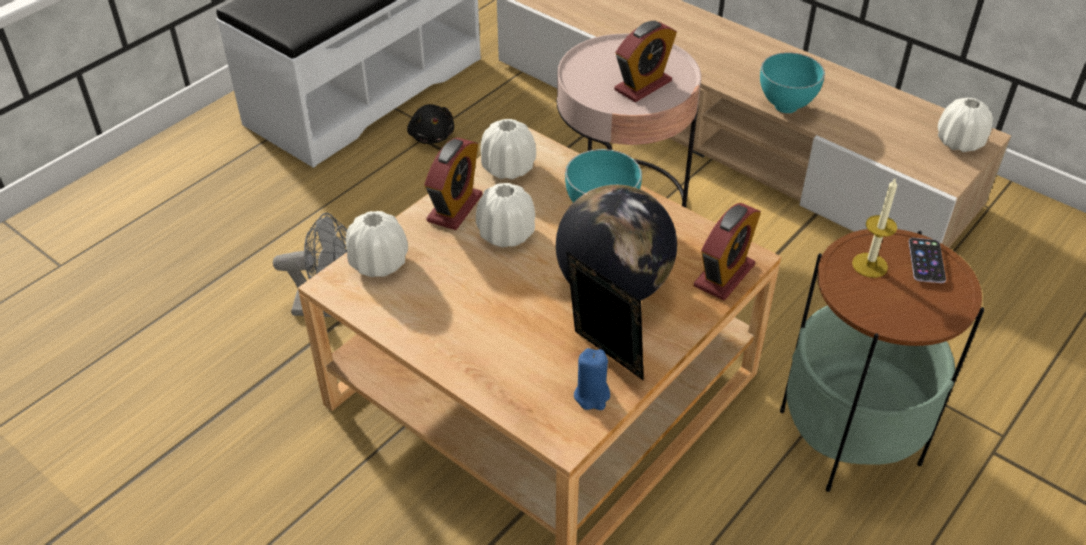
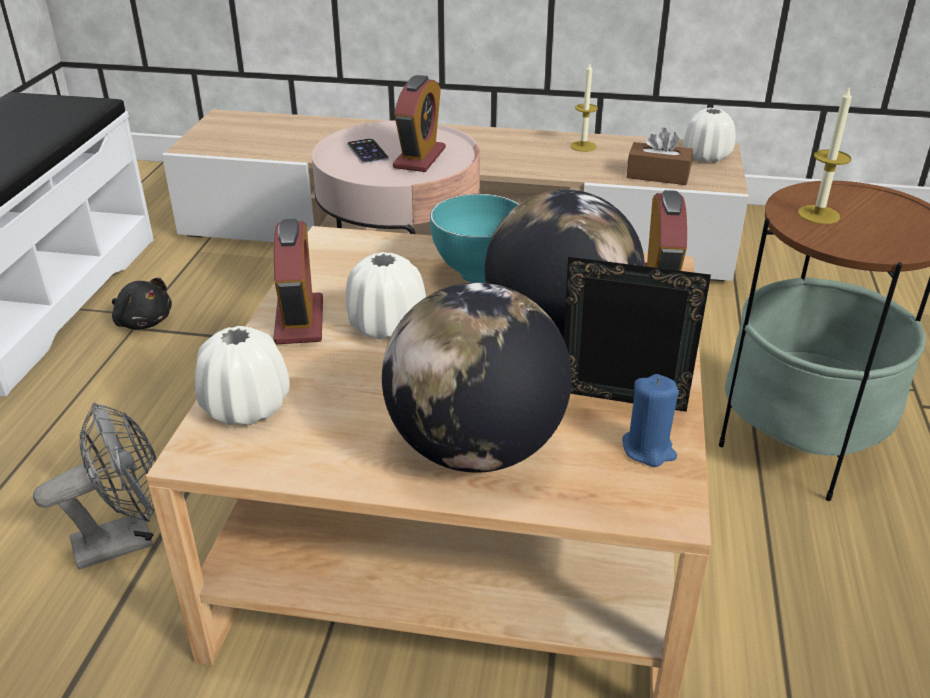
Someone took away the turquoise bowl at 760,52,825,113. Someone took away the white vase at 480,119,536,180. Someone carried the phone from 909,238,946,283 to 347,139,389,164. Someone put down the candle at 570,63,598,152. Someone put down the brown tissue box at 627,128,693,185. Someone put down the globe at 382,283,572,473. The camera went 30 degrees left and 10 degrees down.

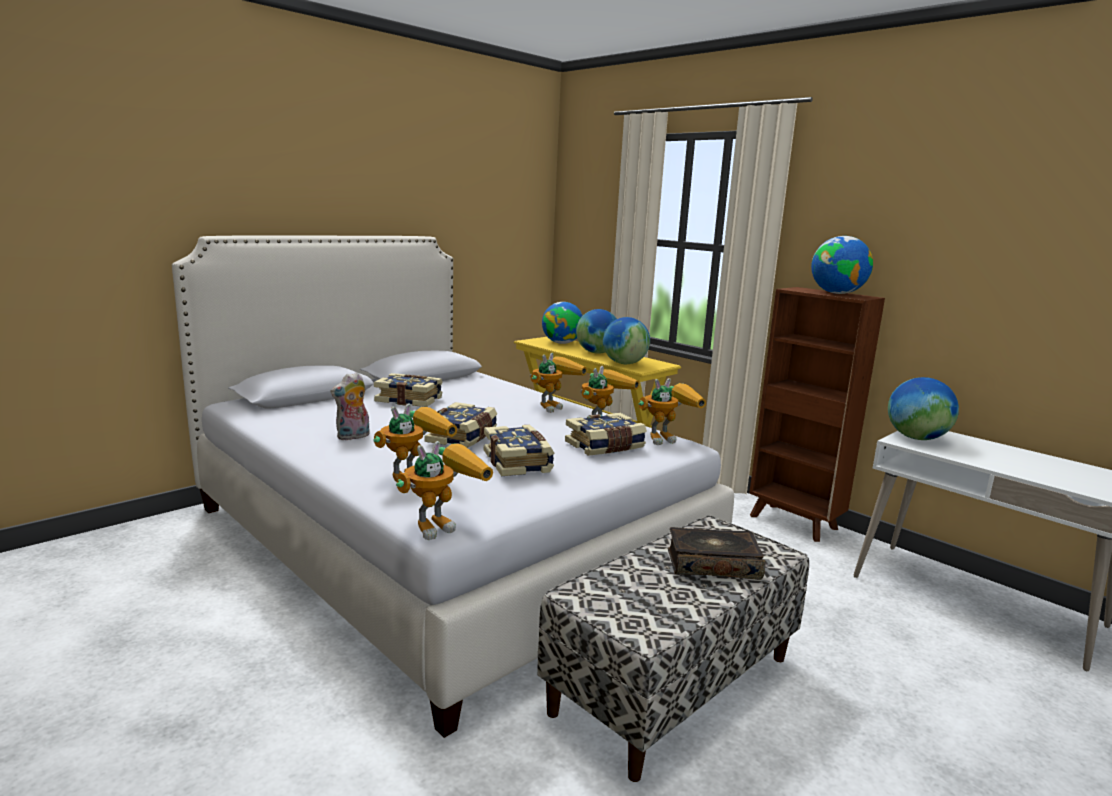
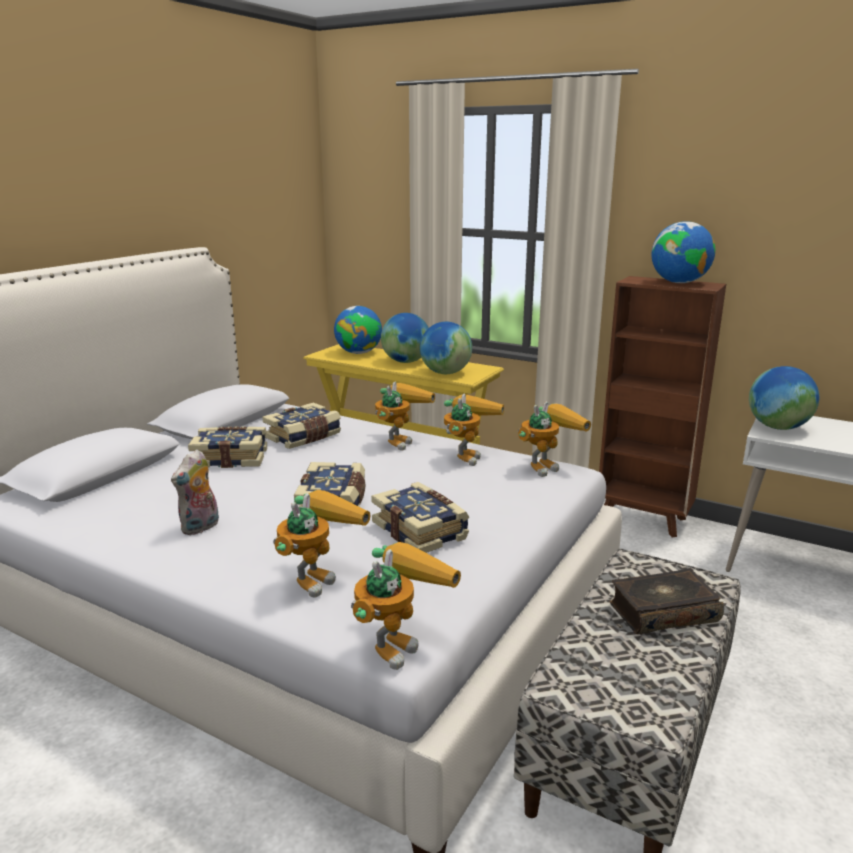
Someone carried the book from 565,413,647,456 to 262,402,341,449. The camera went 15 degrees left and 5 degrees up.

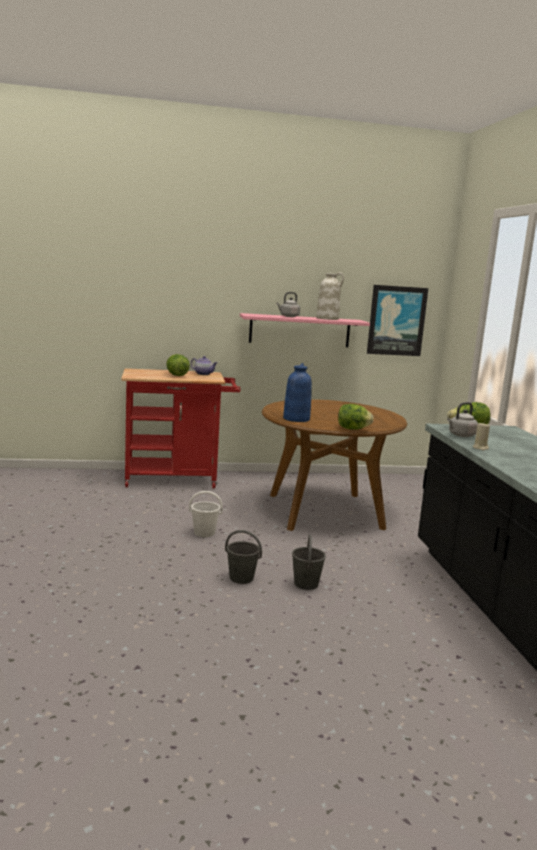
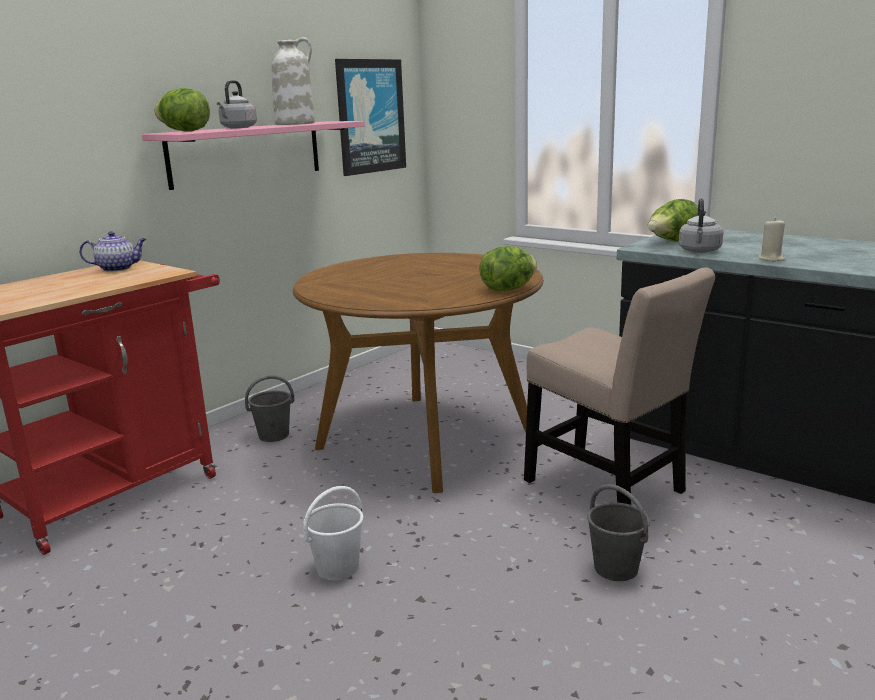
Someone carried the lettuce from 166,354,190,376 to 155,88,210,132. Someone took away the blue vase at 283,363,312,422. Someone carried the grey bucket from 225,530,262,584 to 245,375,294,442. Someone put down the beige chair at 524,267,715,505. The camera went 40 degrees left and 5 degrees up.

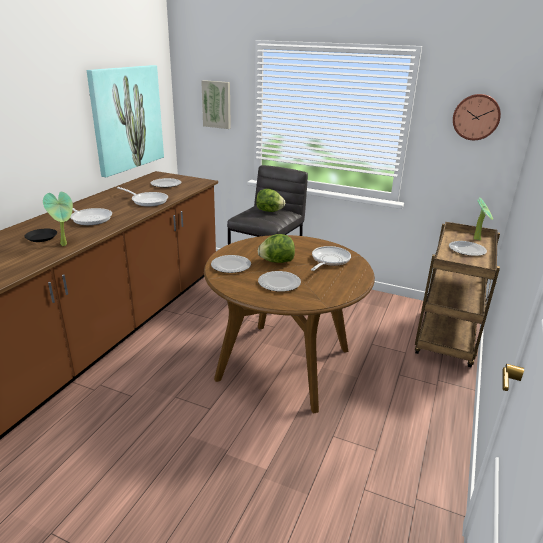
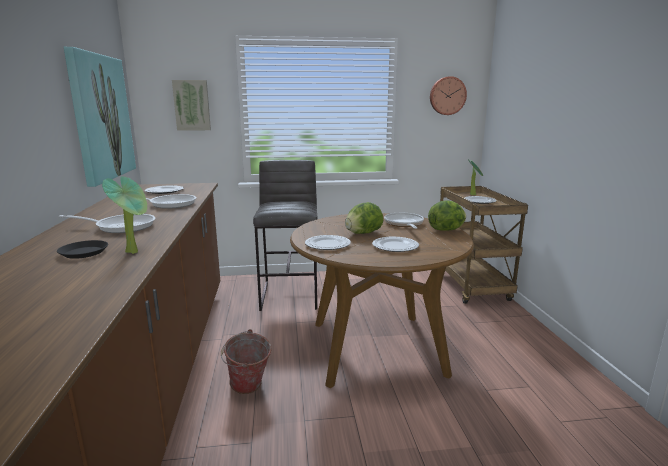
Someone carried the lettuce from 256,189,285,212 to 428,200,466,231. Someone put down the bucket at 221,329,272,394. The camera went 30 degrees left and 10 degrees down.

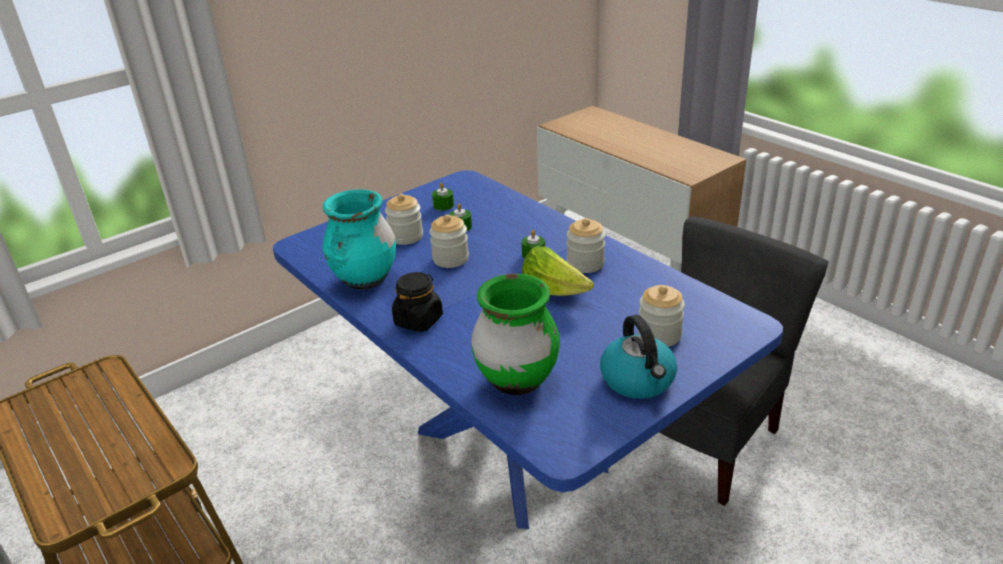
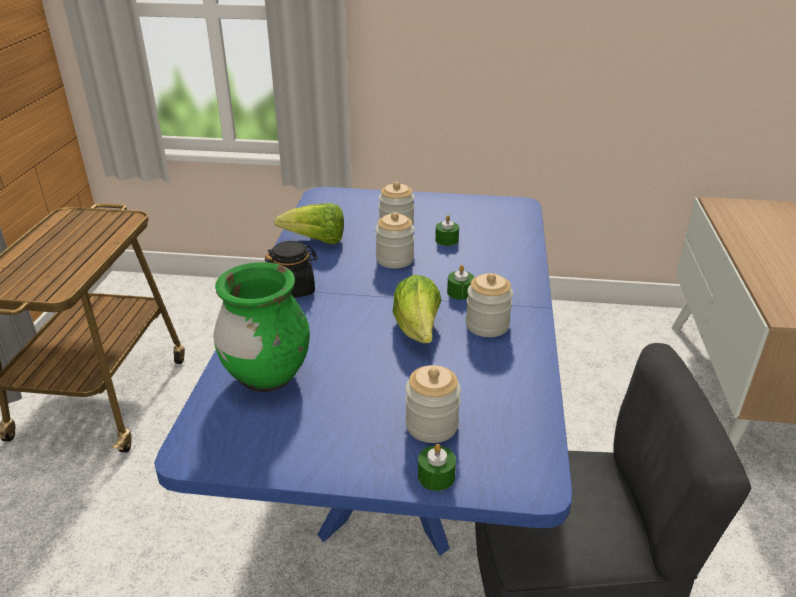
Someone carried the green candle from 432,183,454,211 to 418,444,456,491. Someone swapped the turquoise vase at 322,189,396,290 for the lettuce at 274,203,344,244. Someone took away the kettle at 600,315,677,399. The camera went 45 degrees right and 0 degrees up.

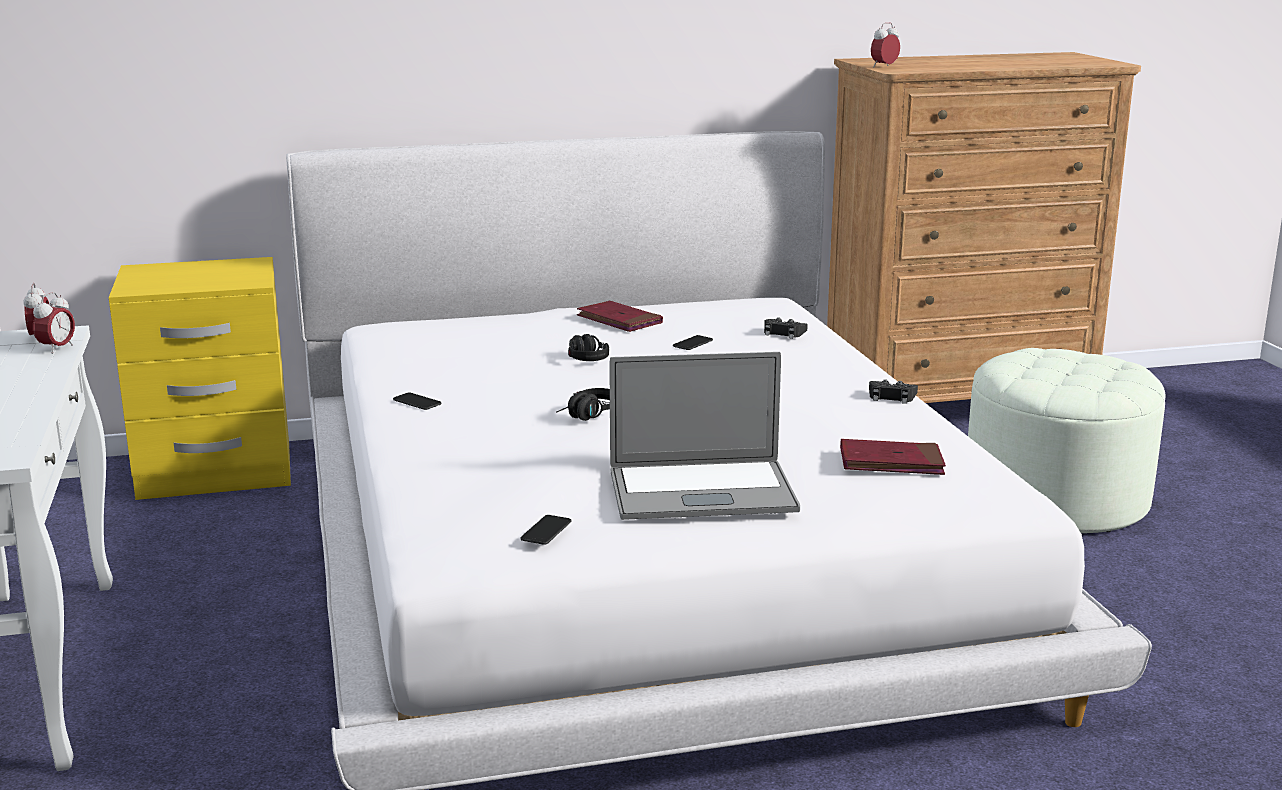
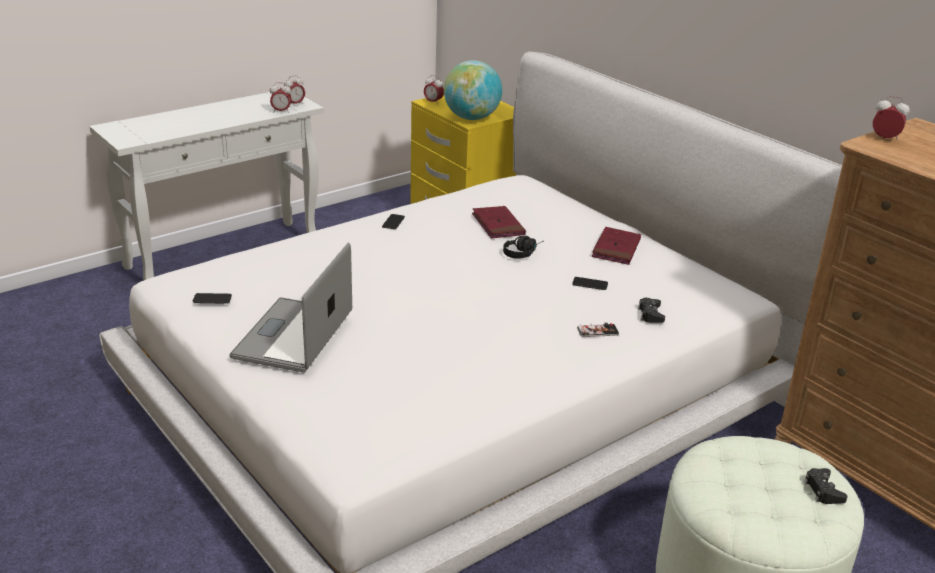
Someone rotated the laptop at 609,352,800,520 by 45 degrees clockwise. Someone carried the black game controller from 869,379,918,404 to 804,468,848,504. Someone took away the black headphones at 556,388,610,421. Someone carried the red book from 840,439,946,475 to 472,206,526,239. Someone put down the globe at 444,60,502,120. Someone put down the alarm clock at 424,75,444,105. Someone put down the phone at 577,323,619,337. The camera went 65 degrees right and 10 degrees up.

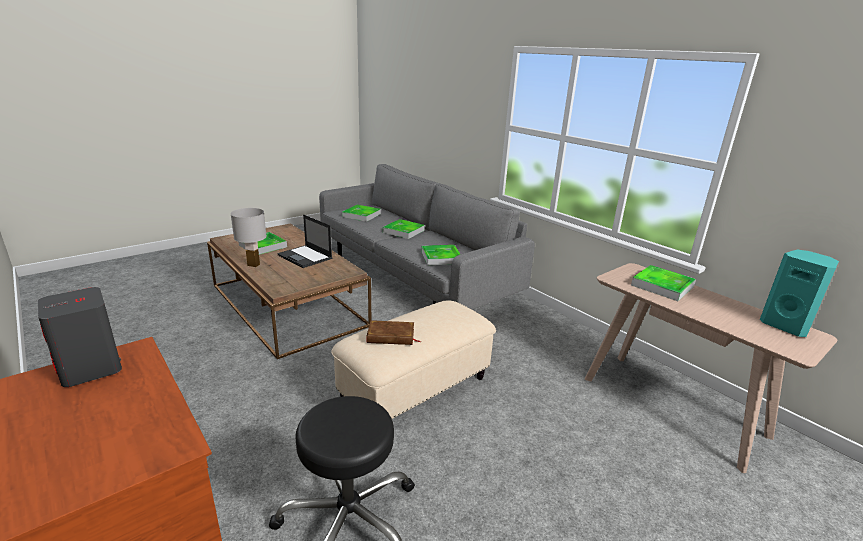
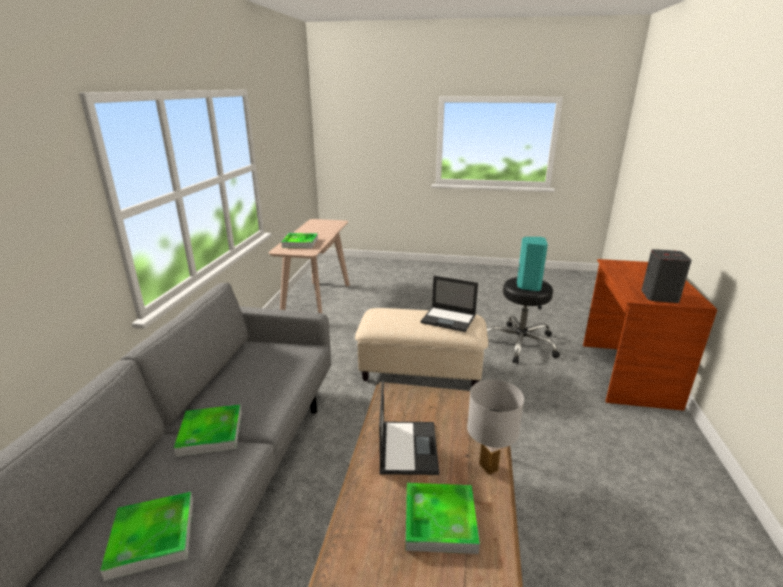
Someone took away the tray at 421,245,461,265. Someone carried the turquoise speaker from 760,250,839,337 to 517,237,548,291. Someone swapped the brown book at 366,320,421,345 for the laptop at 421,276,478,332. The camera went 130 degrees left and 0 degrees up.

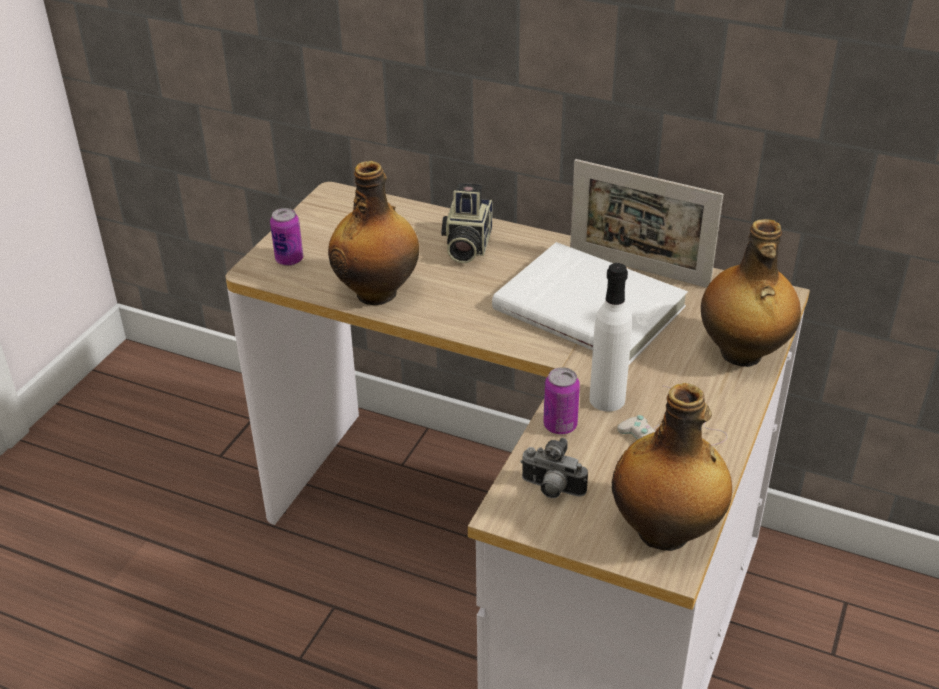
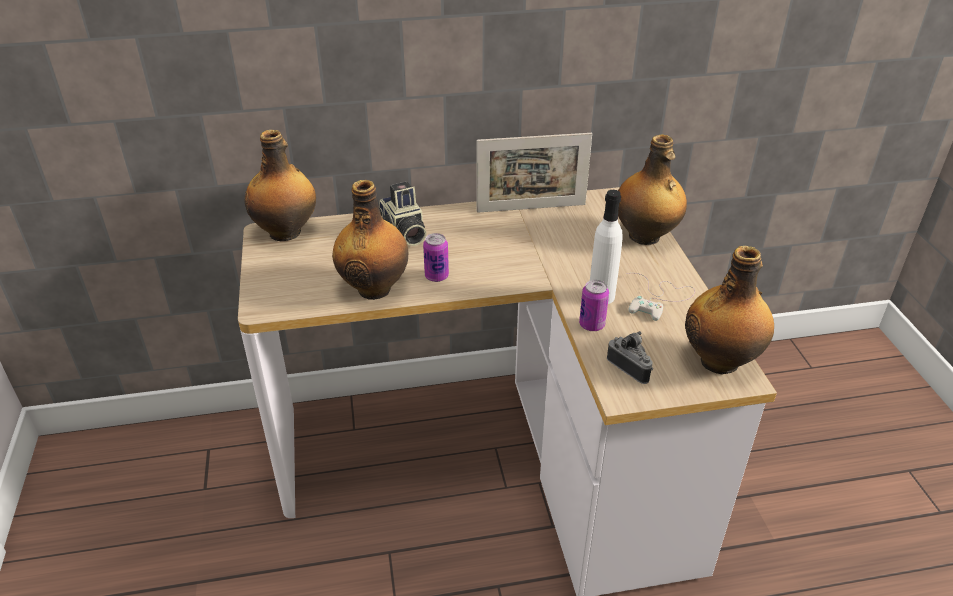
Someone carried the can from 270,208,303,266 to 423,233,449,282. Someone took away the white book at 492,242,688,365. Someone rotated the photo camera at 520,438,588,498 by 120 degrees counterclockwise. Someone put down the bottle at 244,130,316,242. The camera went 35 degrees left and 0 degrees up.

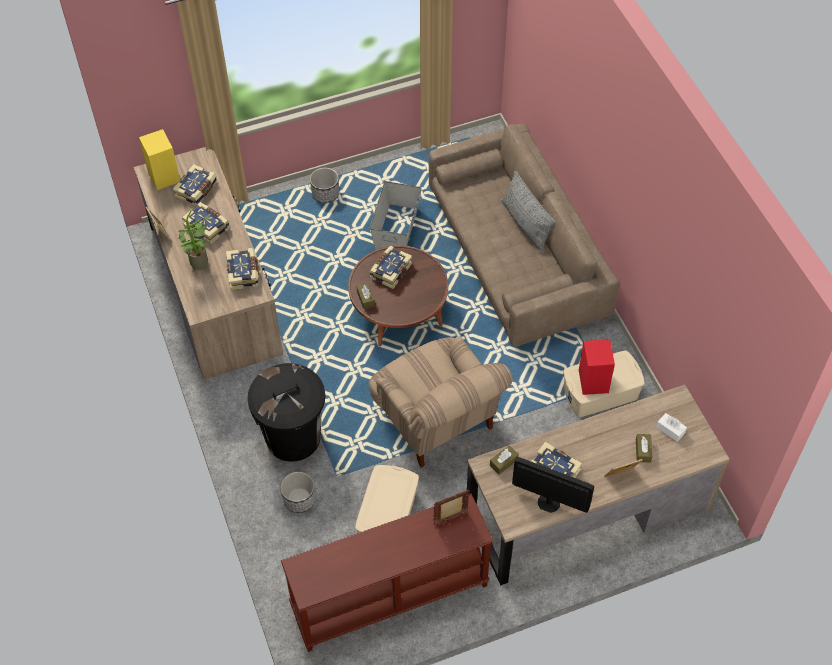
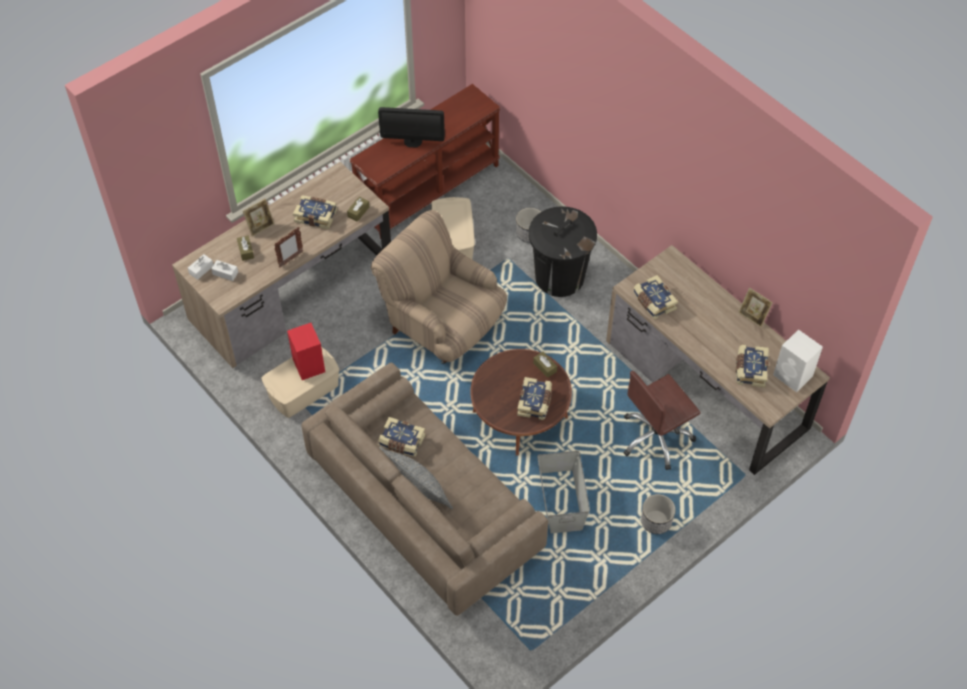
Someone repainted the yellow speaker at 139,129,180,190, which became the white speaker at 773,329,823,392. Someone carried the book from 182,202,230,245 to 378,417,426,457. Someone took away the potted plant at 178,211,210,270. Someone carried the monitor from 512,457,594,513 to 378,107,445,148. Someone carried the picture frame from 434,490,470,525 to 274,227,303,268. Someone put down the white tissue box at 188,254,213,280. Someone put down the brown office chair at 623,371,701,470. The camera went 160 degrees right and 0 degrees up.

